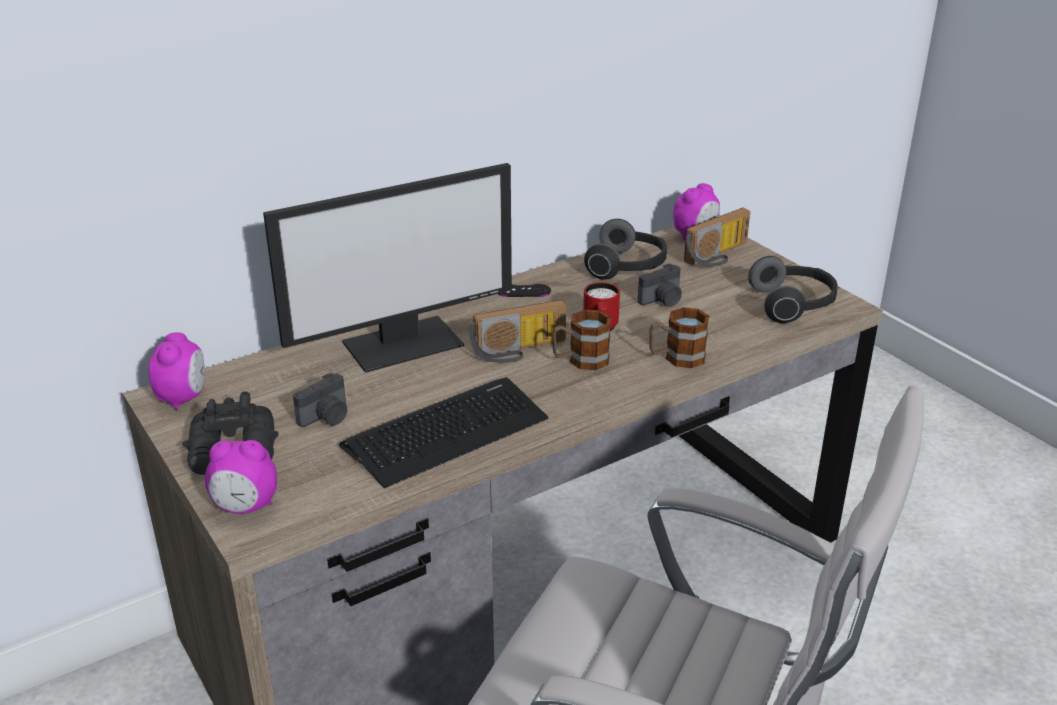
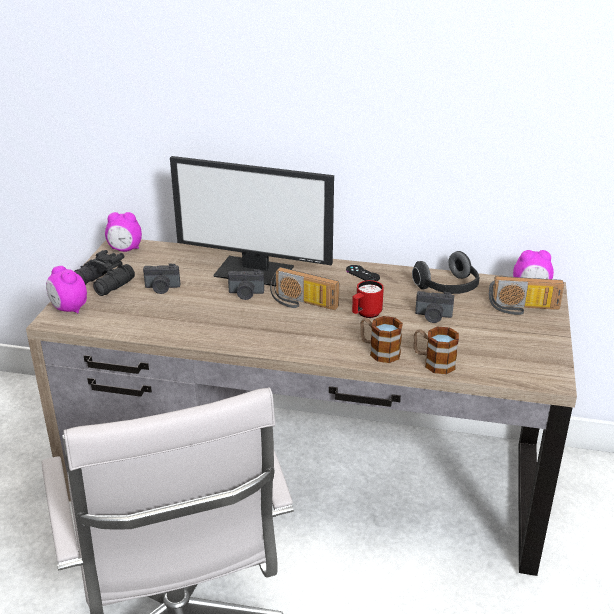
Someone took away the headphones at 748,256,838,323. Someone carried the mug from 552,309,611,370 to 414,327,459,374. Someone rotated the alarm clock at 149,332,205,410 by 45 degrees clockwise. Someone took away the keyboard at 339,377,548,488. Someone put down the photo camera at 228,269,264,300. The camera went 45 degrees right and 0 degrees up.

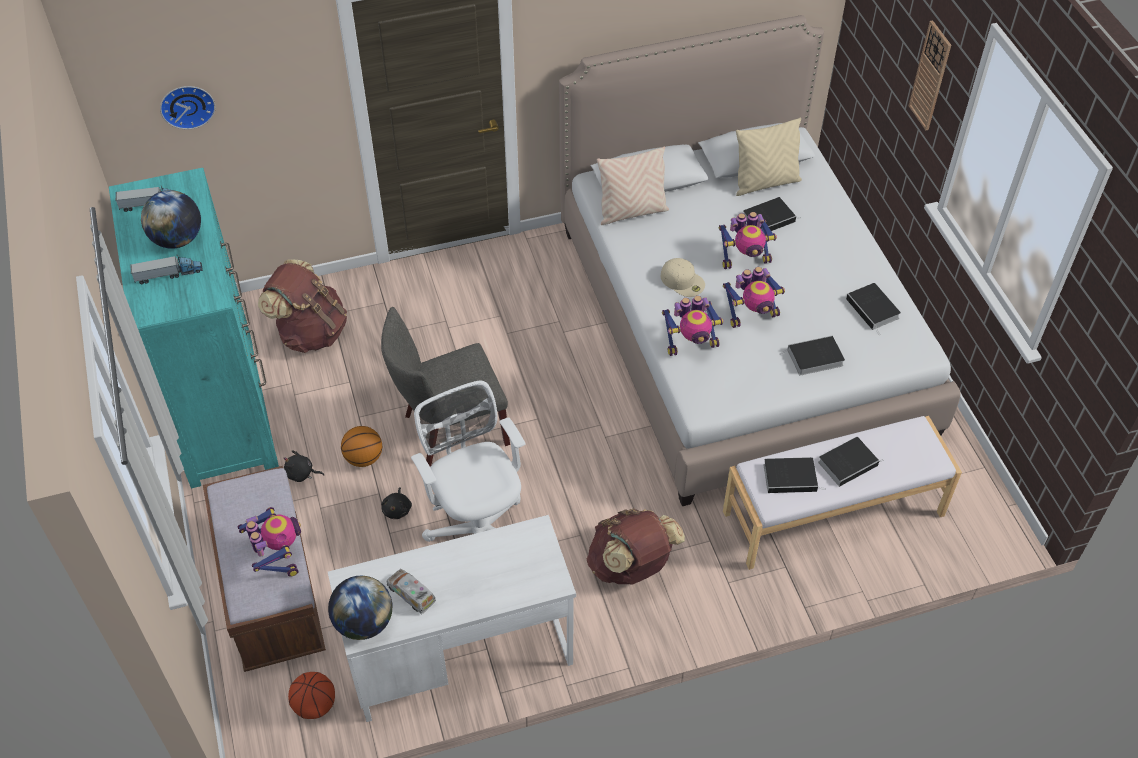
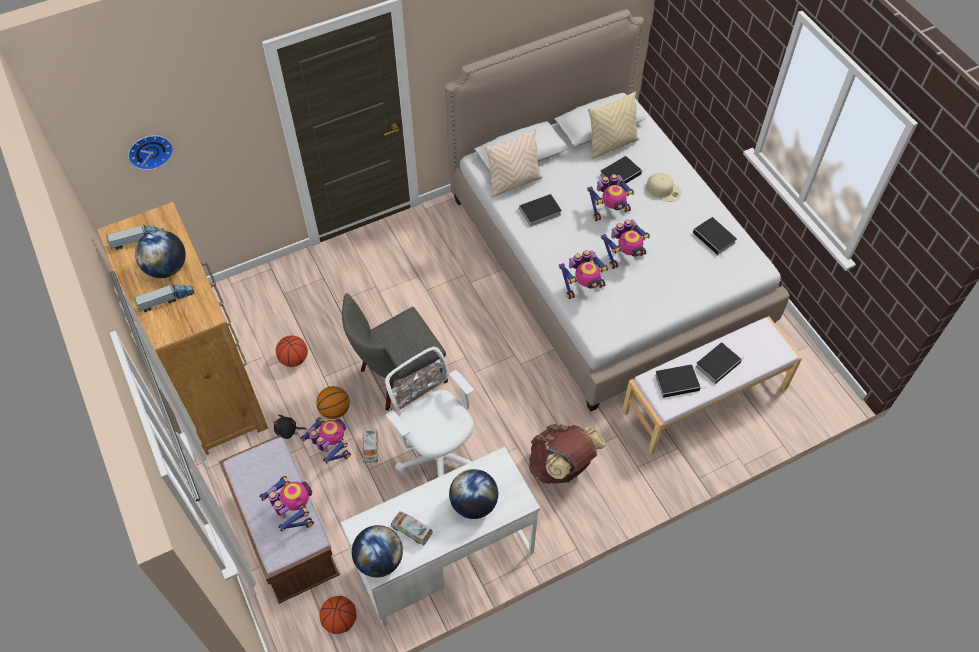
Someone took away the wall clock at 909,20,951,130. Someone repainted the turquoise dresser at 109,168,279,488, which became the brown dresser at 97,202,268,455. Someone carried the beige cap from 661,258,705,297 to 646,173,682,202. Someone took away the brown backpack at 258,259,347,353. Someone carried the book from 781,336,845,376 to 516,194,562,227. Someone swapped the black plush toy at 381,487,412,519 for the toy truck at 363,429,378,463. Someone put down the basketball at 276,335,308,367. Someone put down the toy robot at 300,417,351,464. Someone put down the globe at 449,469,498,519. The camera went 10 degrees left and 5 degrees up.

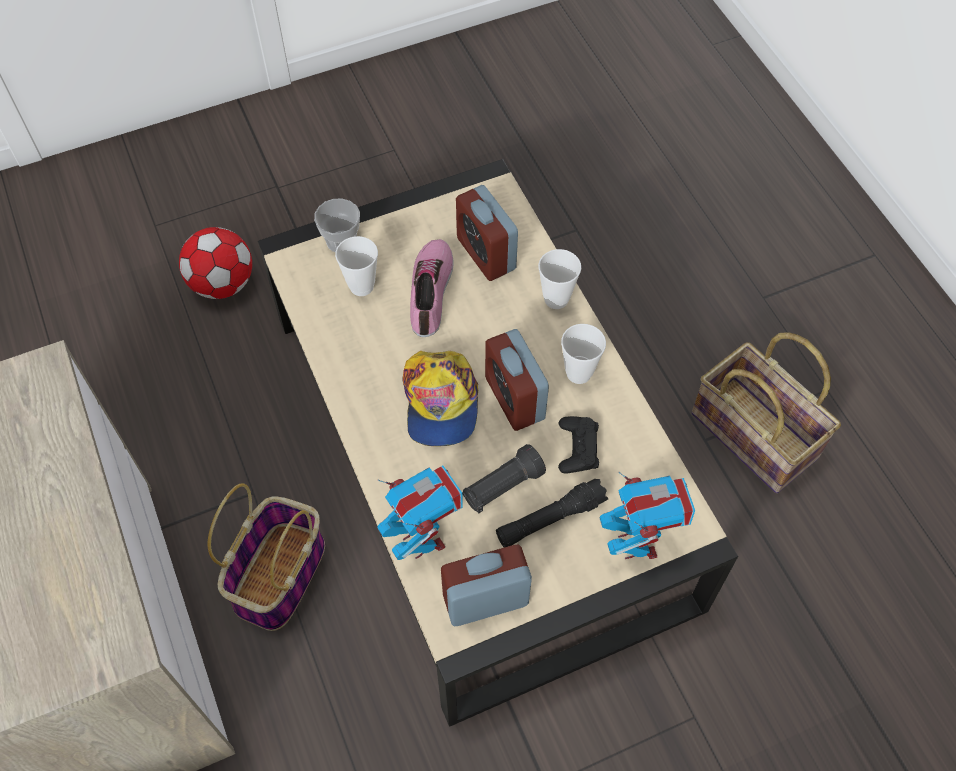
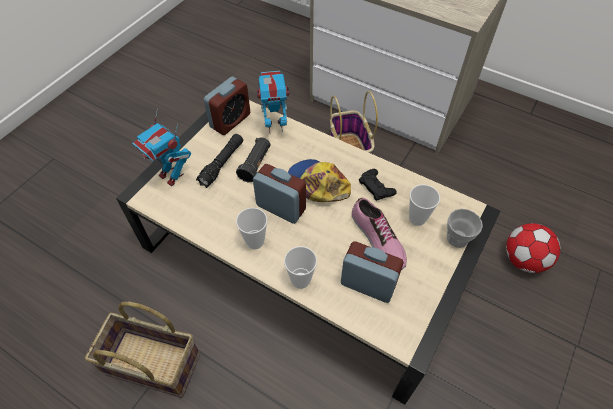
Someone carried the black game controller from 558,416,599,473 to 359,169,397,201. Someone rotated the toy robot at 377,466,462,560 by 150 degrees clockwise. The camera went 145 degrees right and 5 degrees down.

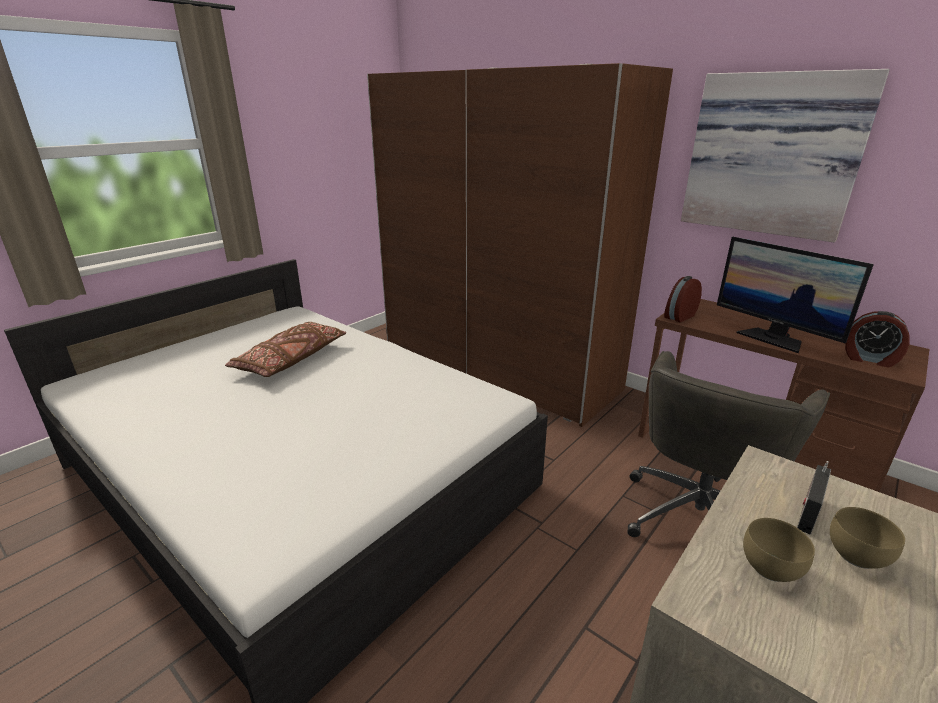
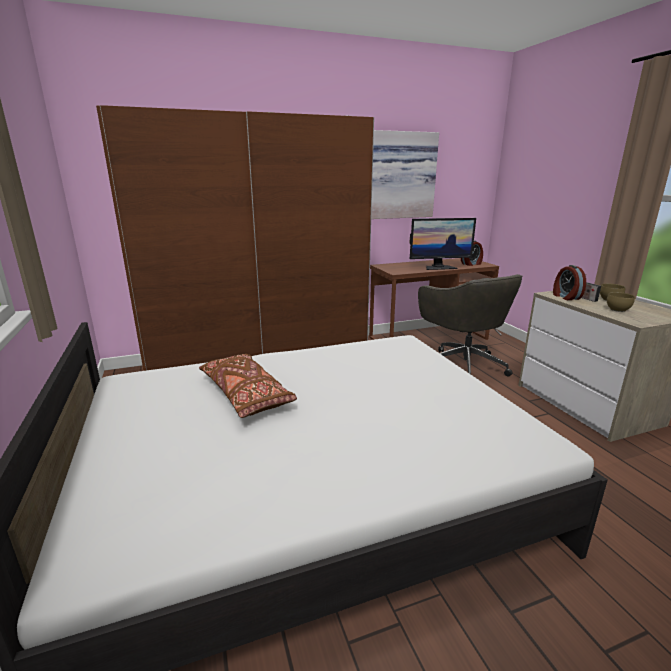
Someone carried the alarm clock from 664,276,702,322 to 553,265,586,300. The camera went 60 degrees left and 5 degrees down.

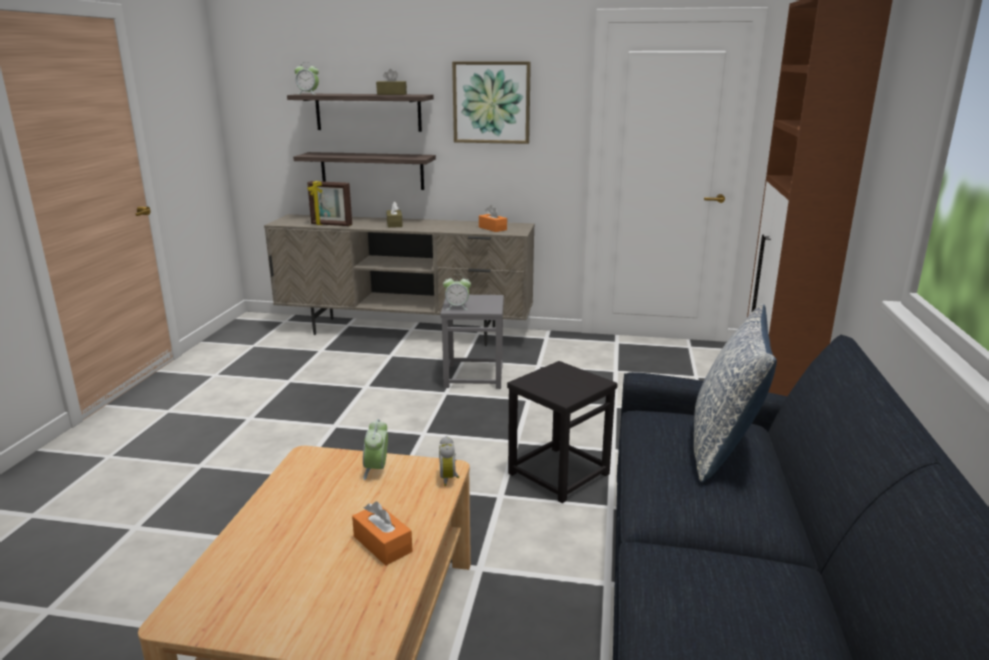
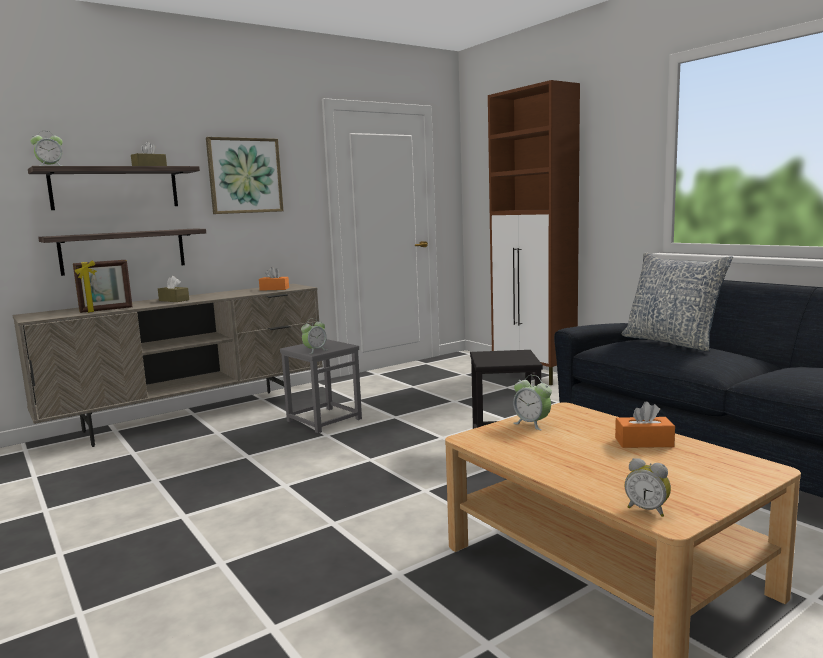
Someone carried the alarm clock from 439,436,459,486 to 625,458,671,517. The camera went 45 degrees left and 10 degrees down.

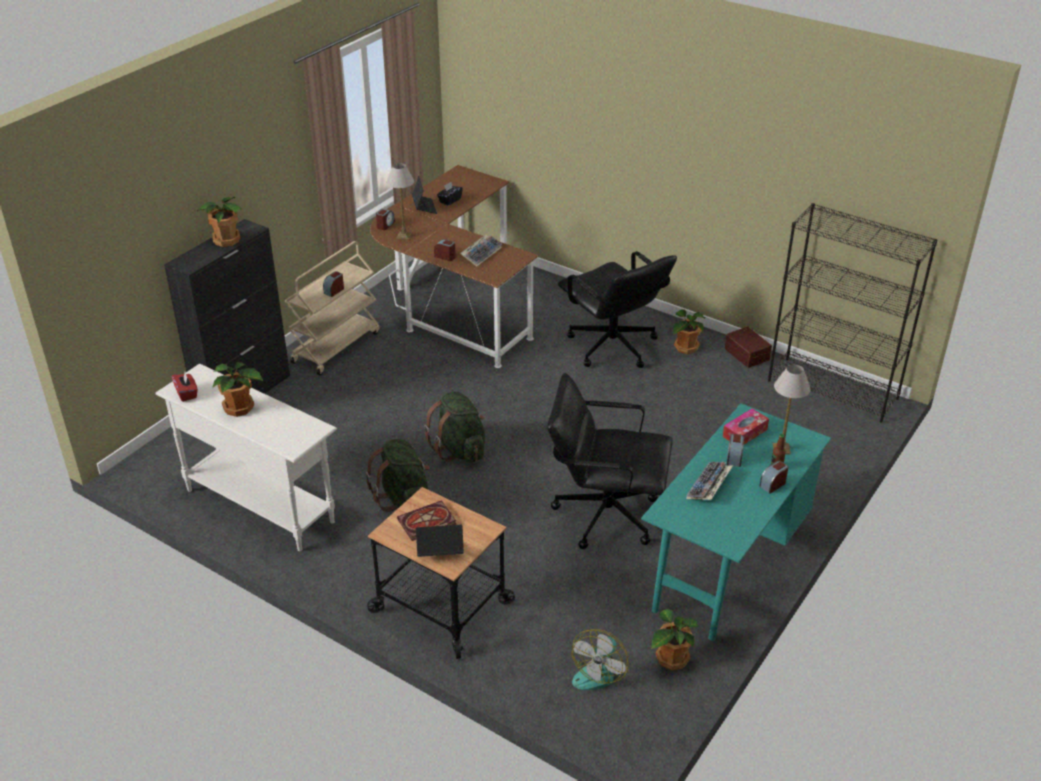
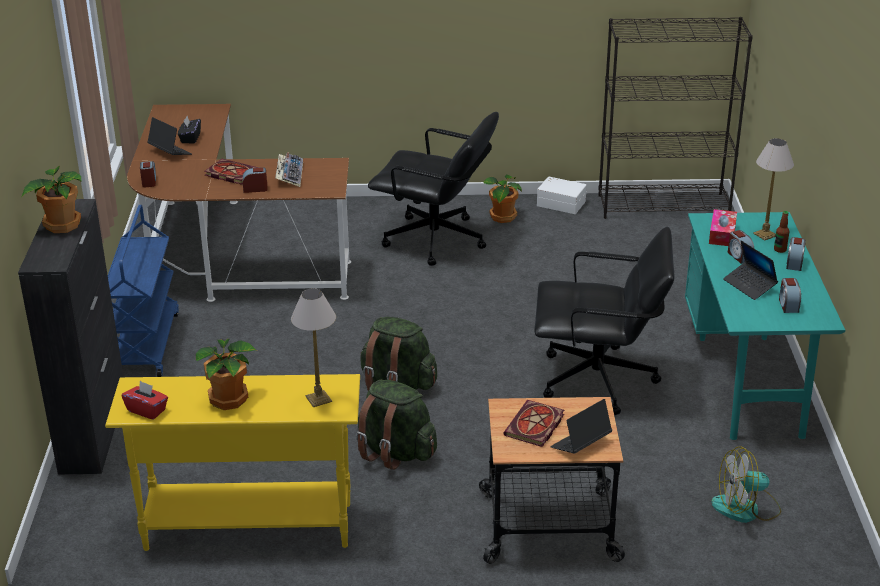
Someone carried the table lamp from 386,163,414,240 to 291,288,336,407. Someone repainted the beige cart at 285,241,379,375, which became the blue cart at 108,205,179,377. Someone carried the alarm clock from 323,271,344,297 to 779,278,801,313. Someone repainted the brown storage box at 725,327,772,368, which became the white storage box at 537,177,587,214. Someone repainted the white console table at 155,364,337,551, which became the yellow console table at 105,374,360,551. Someone rotated the black office chair at 547,373,673,549 by 150 degrees counterclockwise. Someone swapped the keyboard at 686,462,733,500 for the laptop at 723,240,778,300. Someone took away the potted plant at 651,609,699,671. Someone rotated the fan at 571,629,629,690 by 90 degrees clockwise. Someone put down the book at 204,159,259,185. The camera went 35 degrees left and 5 degrees down.

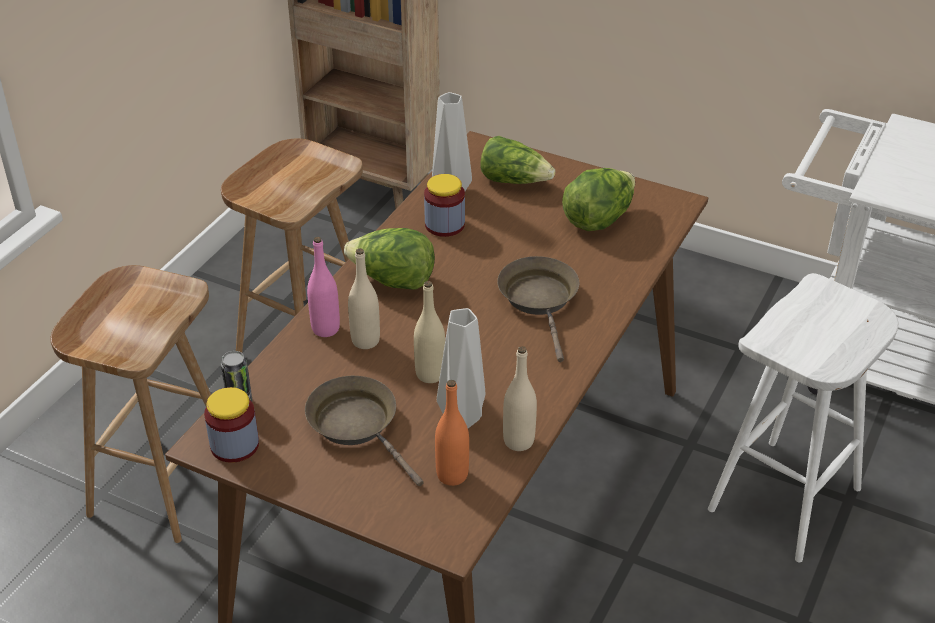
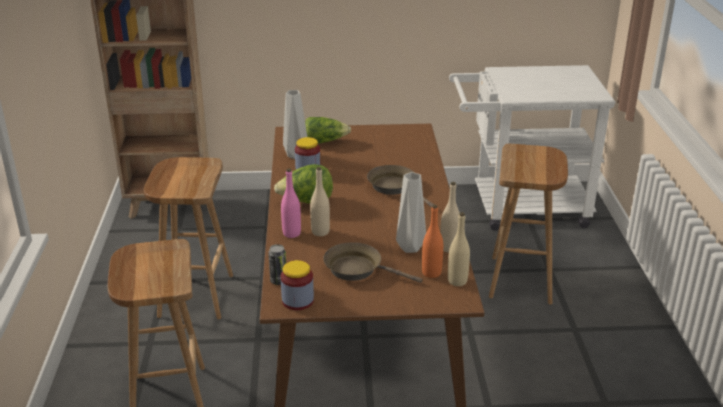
Someone took away the lettuce at 562,168,635,231. Someone repainted the white stool at 708,273,899,563, which became the brown stool at 489,144,568,305. Someone carried the beige bottle from 414,281,445,383 to 448,212,470,286. The camera went 30 degrees left and 10 degrees down.

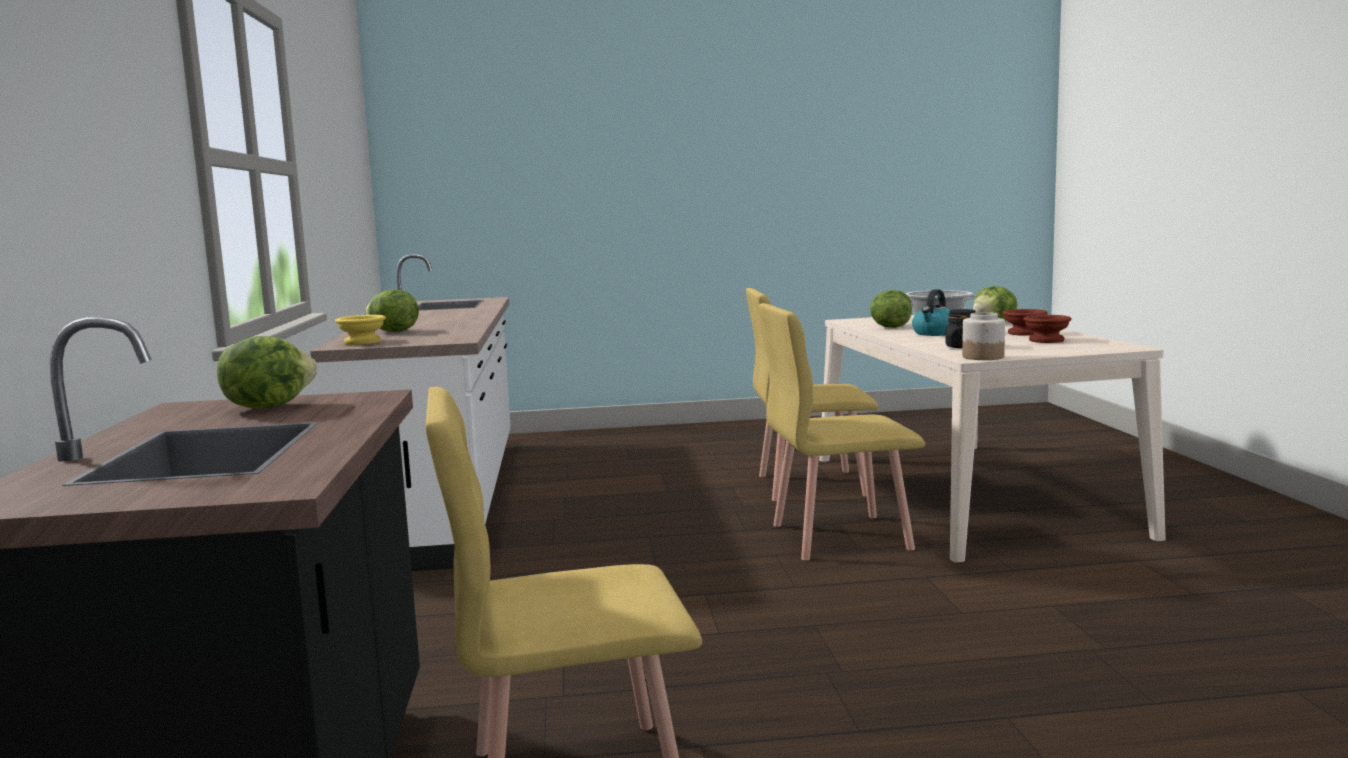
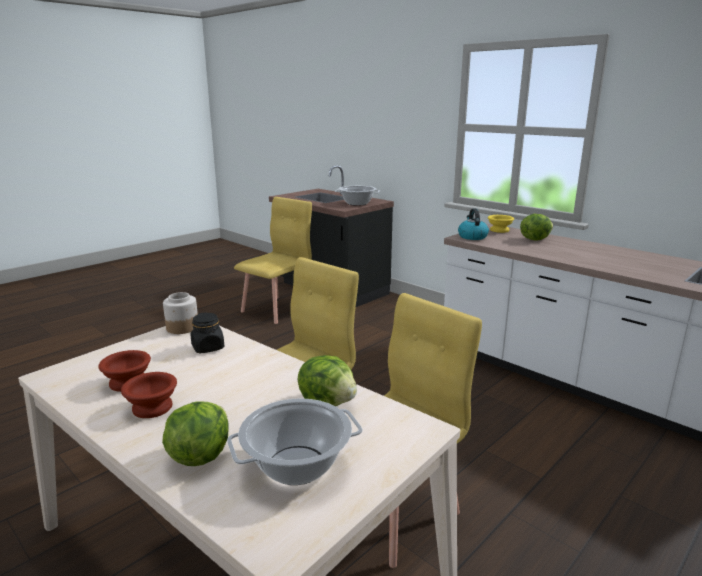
Someone carried the kettle from 912,289,950,336 to 458,208,489,240. Someone swapped the lettuce at 217,336,317,409 for the cooking pot at 335,186,380,206. The camera went 140 degrees right and 10 degrees up.

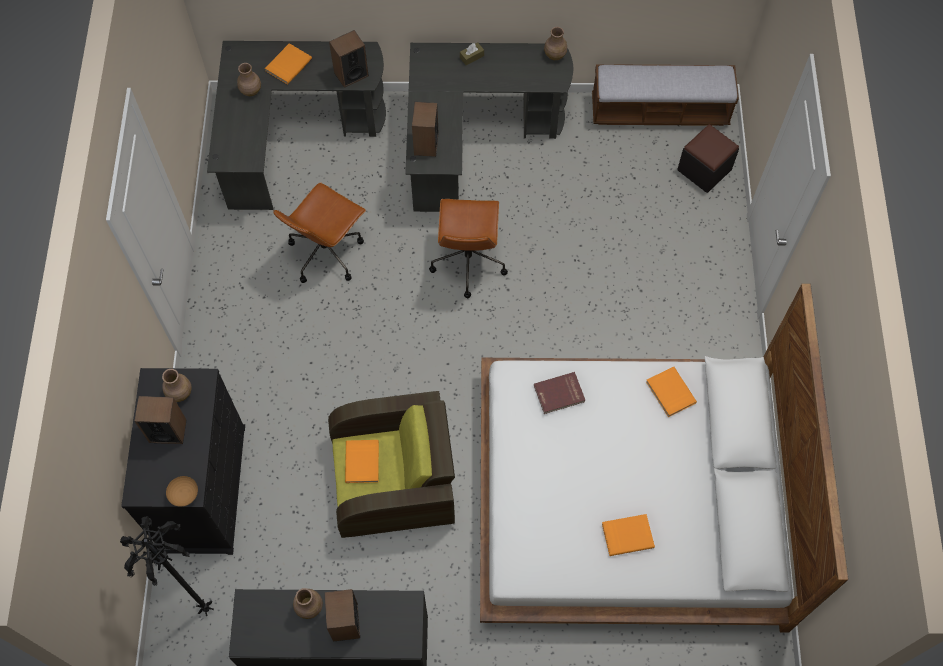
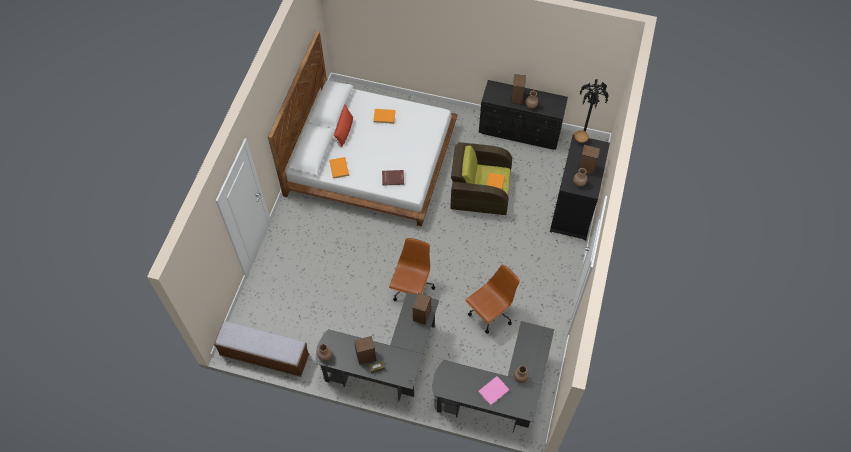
Someone carried the speaker from 329,30,369,88 to 354,336,376,365. Someone repainted the orange book at 265,43,312,85, which became the pink book at 478,376,510,406. Someone took away the black ottoman at 677,124,739,193. Someone put down the red pillow at 333,104,353,148. The camera went 165 degrees left and 5 degrees down.

